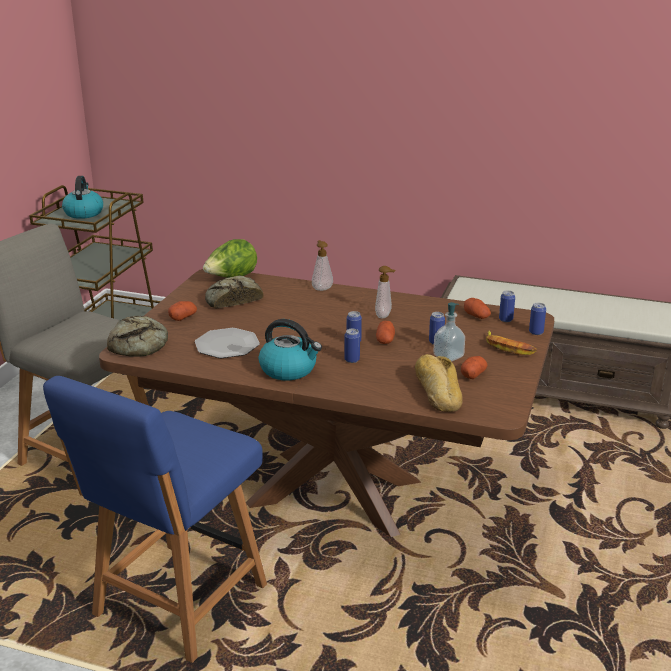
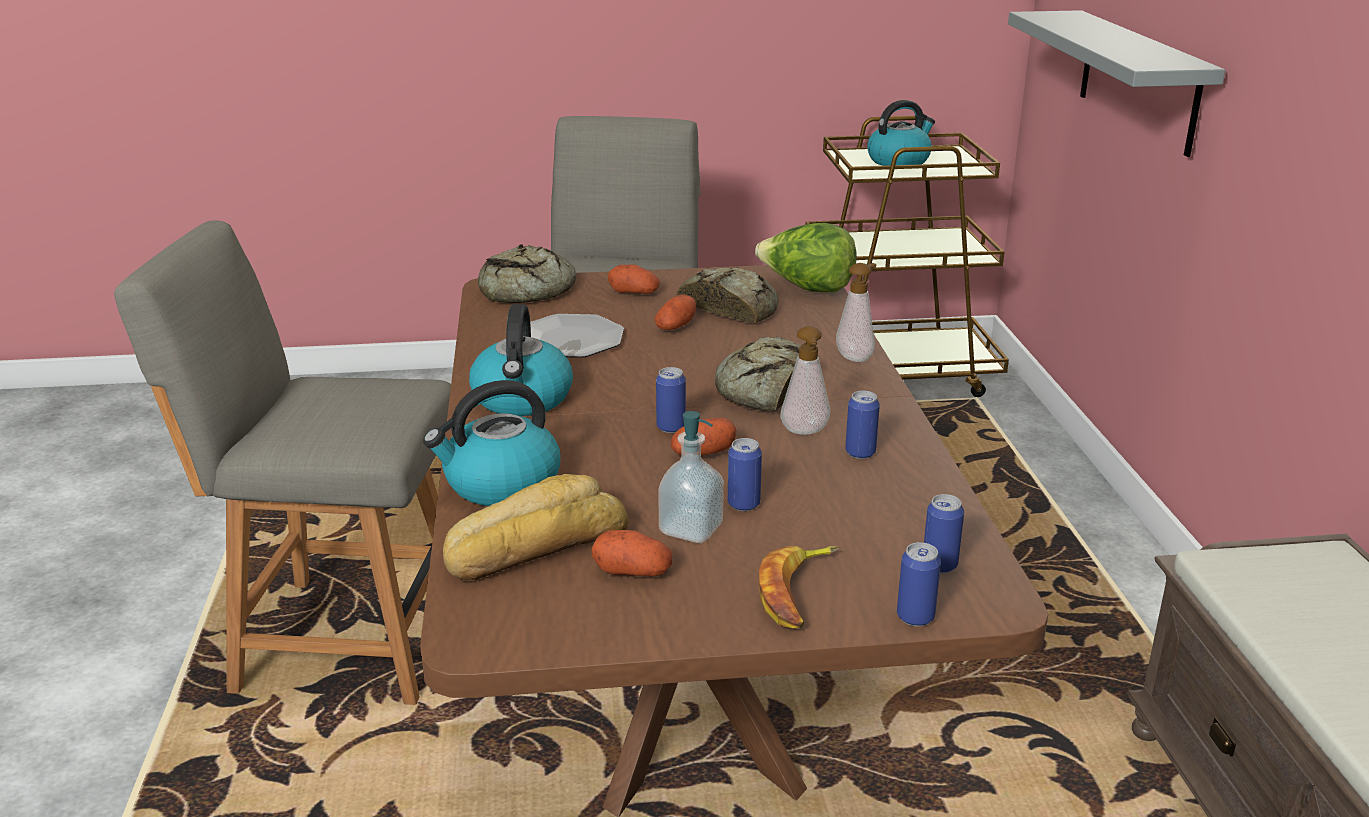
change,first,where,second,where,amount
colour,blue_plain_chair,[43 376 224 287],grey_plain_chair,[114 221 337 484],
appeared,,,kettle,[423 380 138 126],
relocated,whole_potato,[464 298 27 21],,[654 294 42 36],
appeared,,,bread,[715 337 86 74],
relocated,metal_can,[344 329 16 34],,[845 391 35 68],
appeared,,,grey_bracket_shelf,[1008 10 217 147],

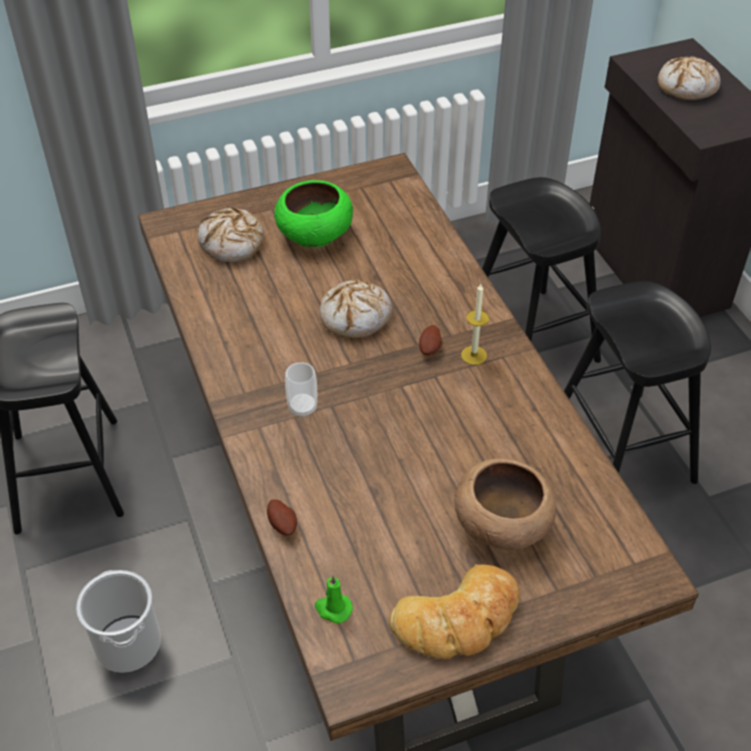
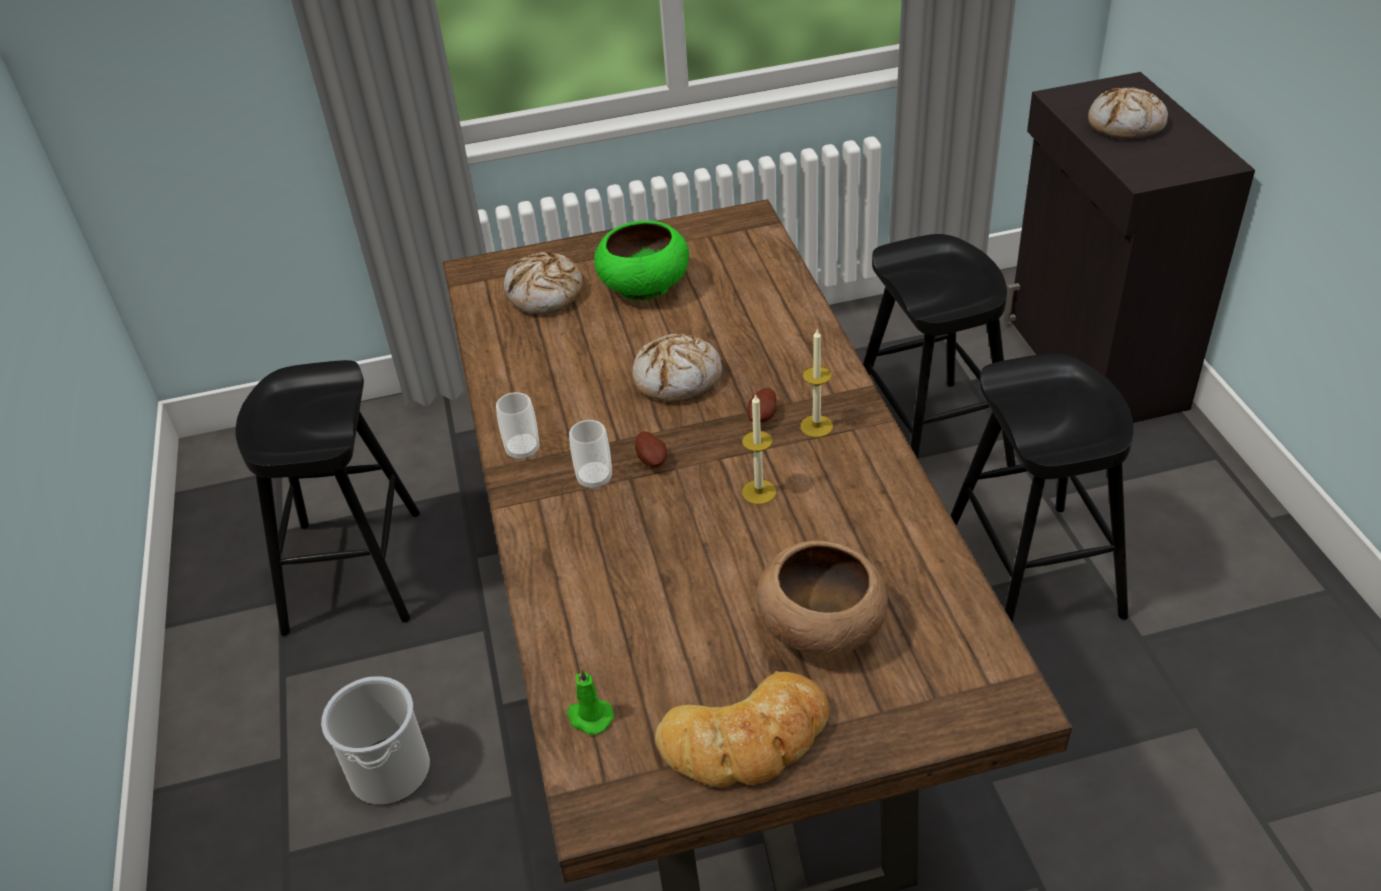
change,first,where,second,where,amount
appeared,,,cup,[496 392 43 69],
relocated,whole_potato,[267 499 30 36],,[635 431 32 37],
appeared,,,candle,[742 393 34 111],

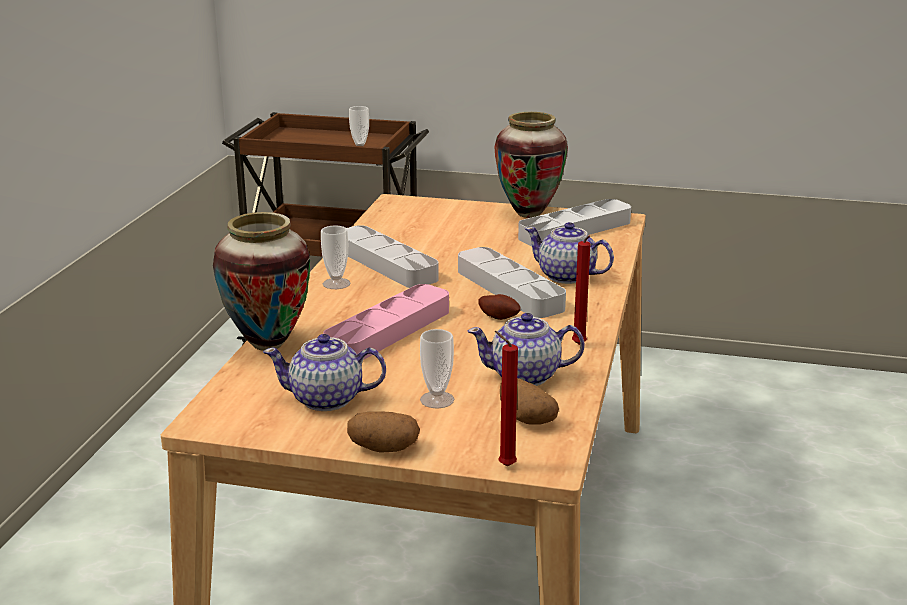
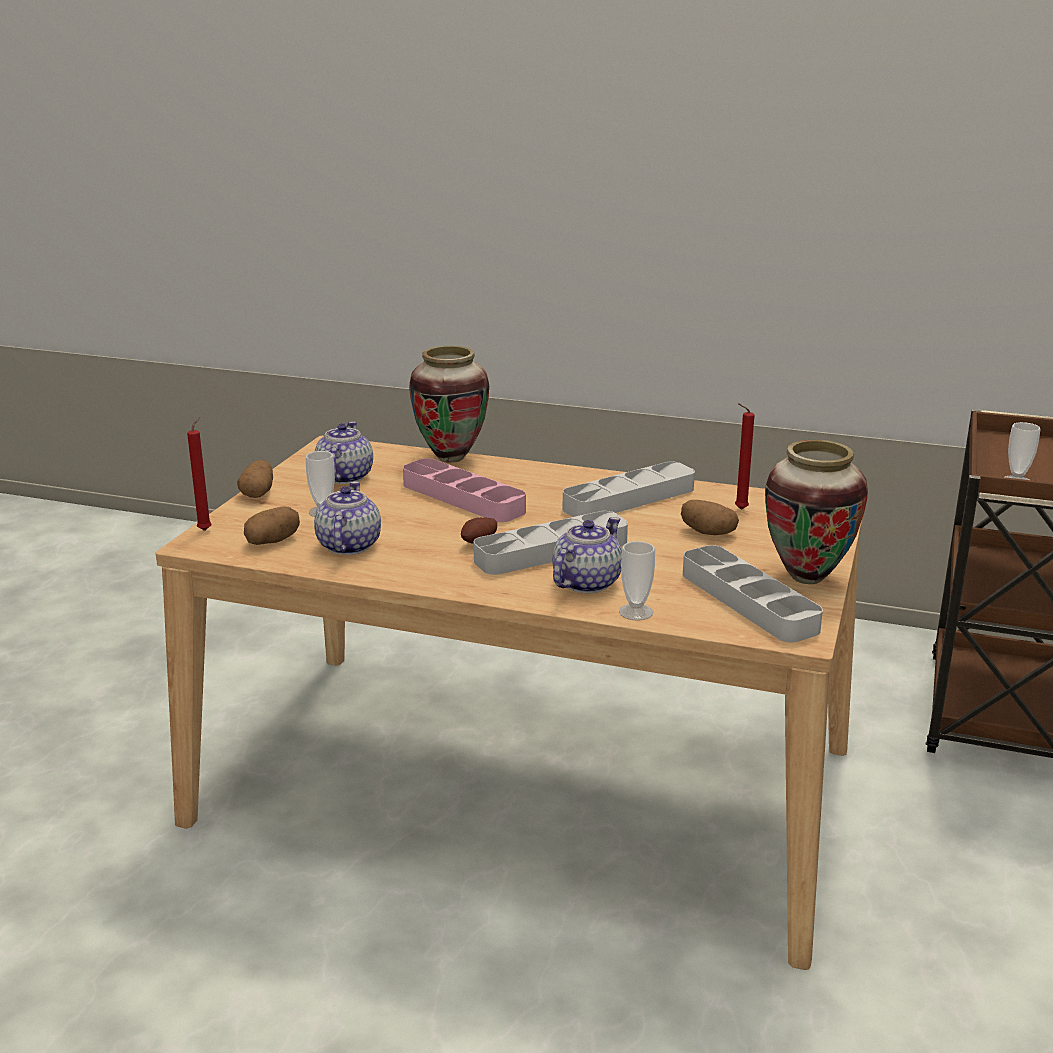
change,first,where,second,where,amount
relocated,cup,[321 226 29 63],,[619 541 36 80],
appeared,,,whole_potato,[681 500 58 35],
relocated,reddish_candle,[572 236 18 109],,[735 403 20 107],

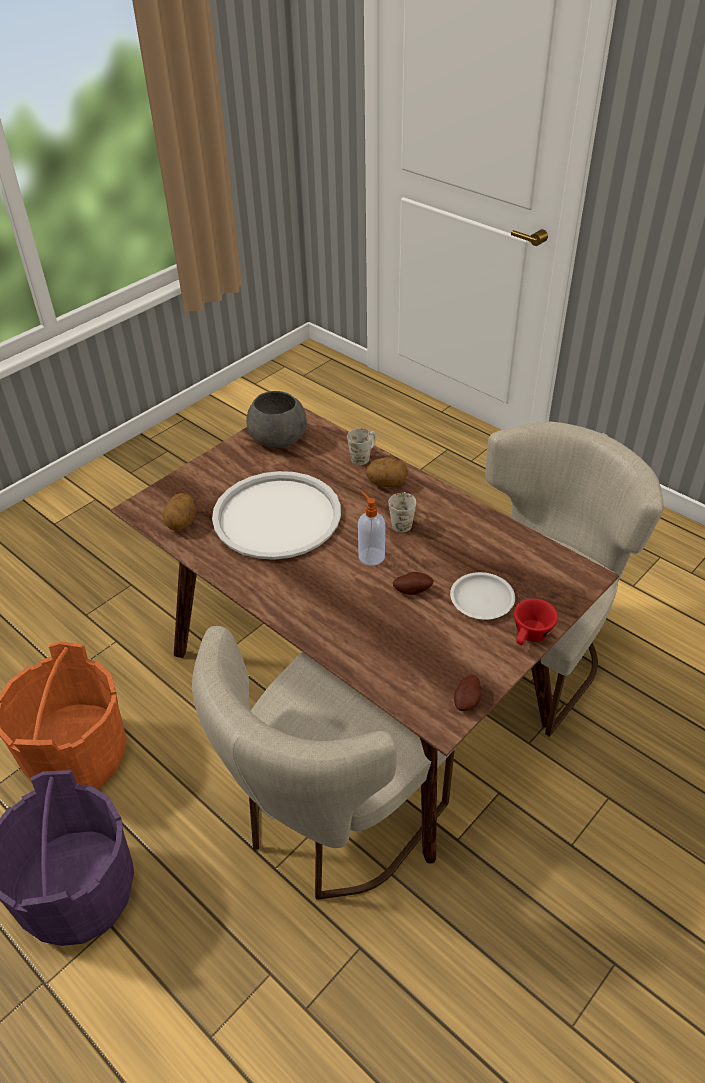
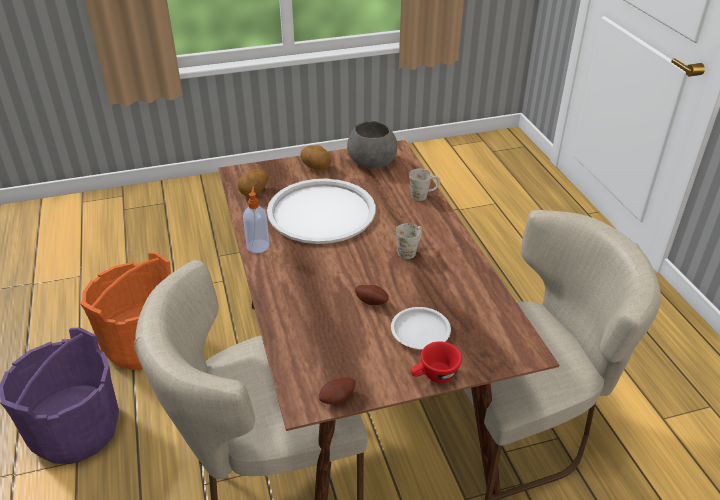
change,first,where,second,where,amount
relocated,soap_dispenser,[358 492 27 74],,[243 186 27 67],
relocated,whole_potato,[366 457 42 30],,[300 145 32 25],

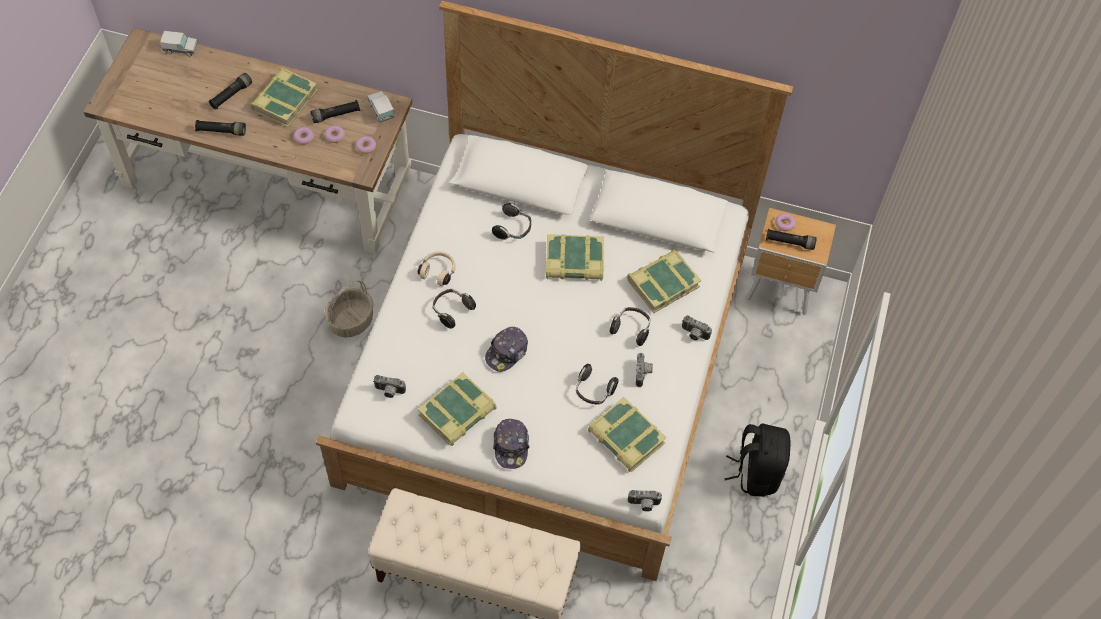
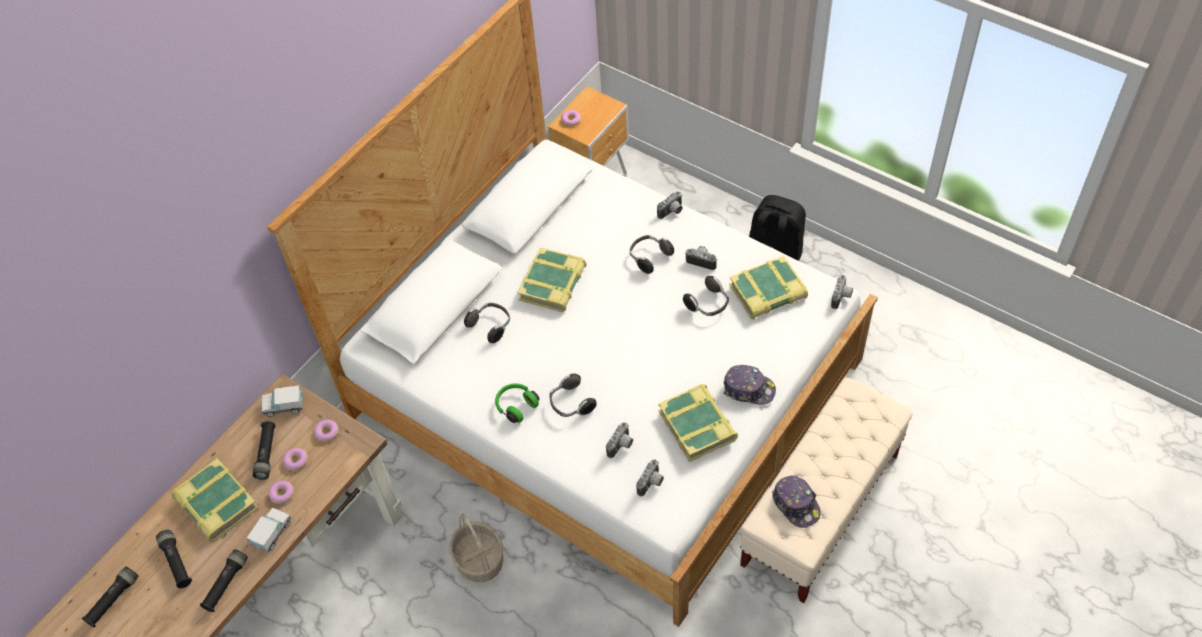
change,first,where,second,where,amount
relocated,black_hand_torch,[766 229 51 21],,[82 566 56 62],
relocated,model_truck,[160 31 37 25],,[246 507 45 46],
colour,sand-coloured_headset,[418 251 38 35],green-coloured_headset,[495 384 44 39],
appeared,,,still_camera,[606 422 27 36],
relocated,baseball_cap,[485 327 43 45],,[772 475 49 53],
missing,book,[627 249 74 64],,,

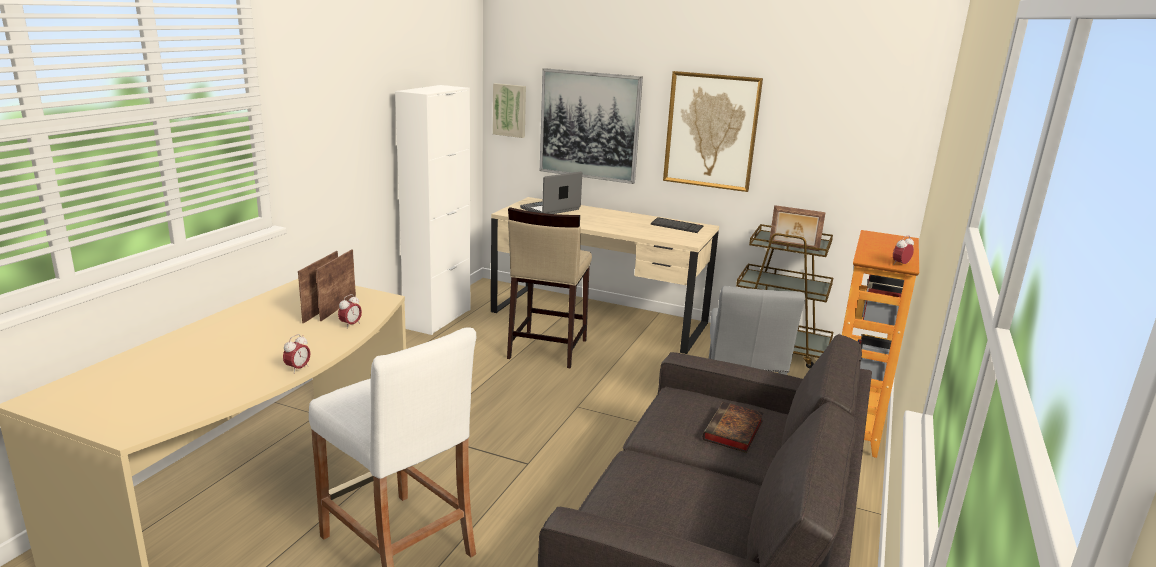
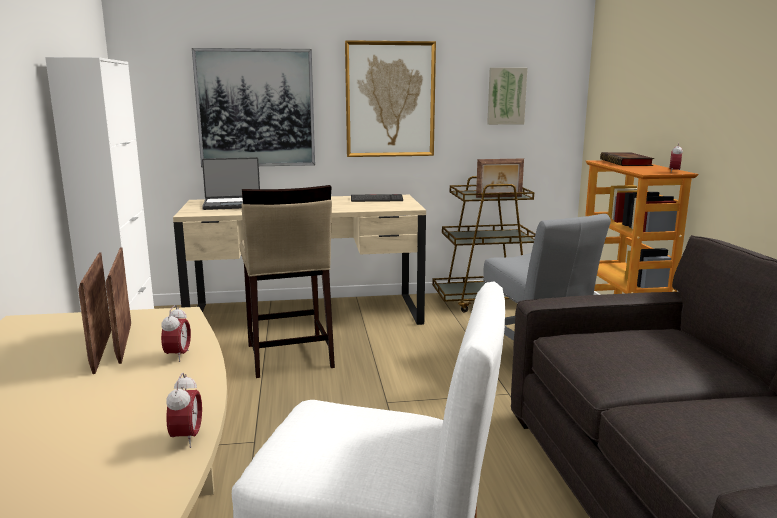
change,first,where,second,where,amount
spun,notebook_computer,[520 172 62 42],,[202 157 58 53],120 degrees counterclockwise
relocated,wall_picture,[493 83 33 55],,[487 68 40 57],
relocated,book,[703 402 61 51],,[600 152 54 14],

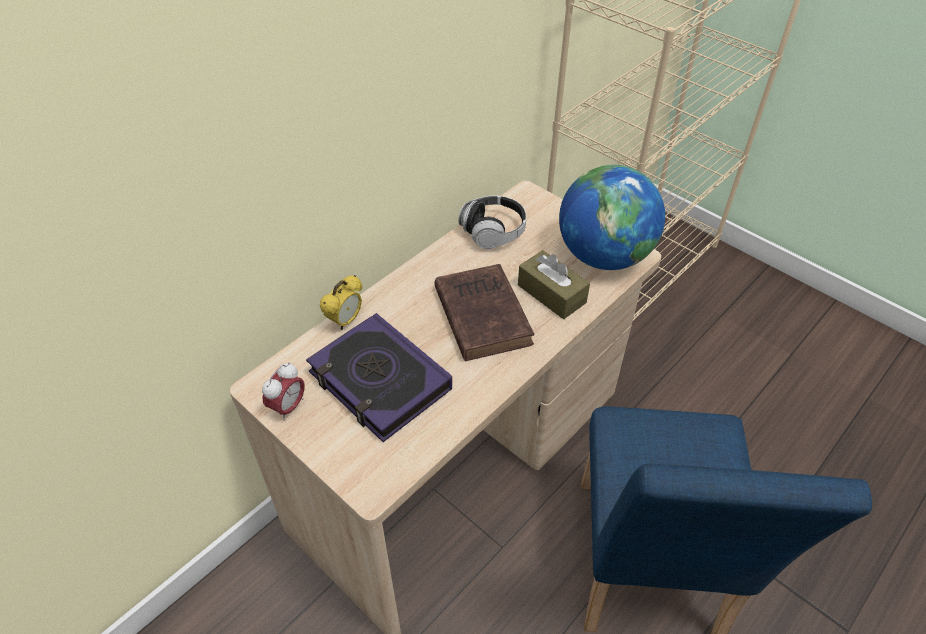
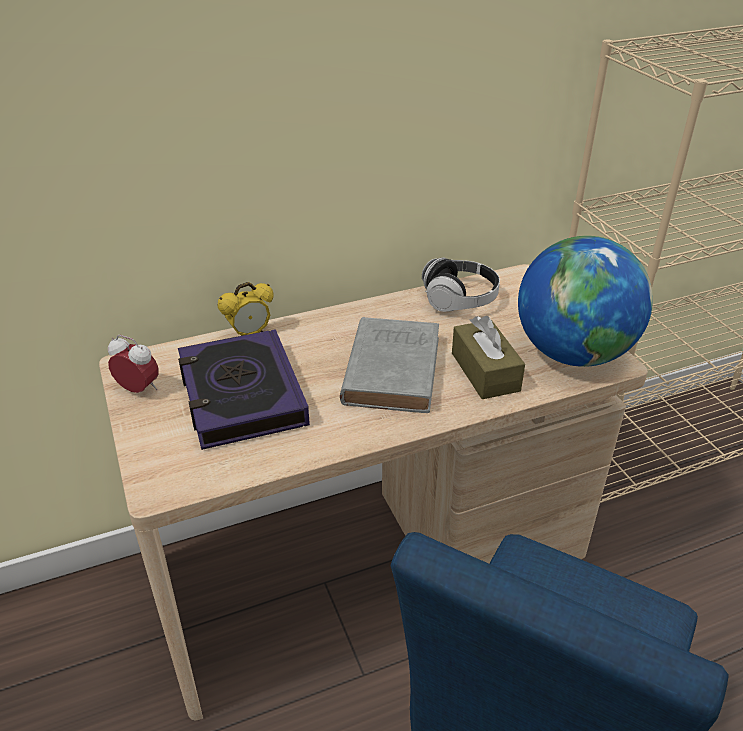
change,first,where,second,where,amount
spun,bedside_clock,[262 362 43 59],,[108 335 51 58],120 degrees counterclockwise
colour,brown_book,[434 264 101 97],grey_book,[340 317 99 96],

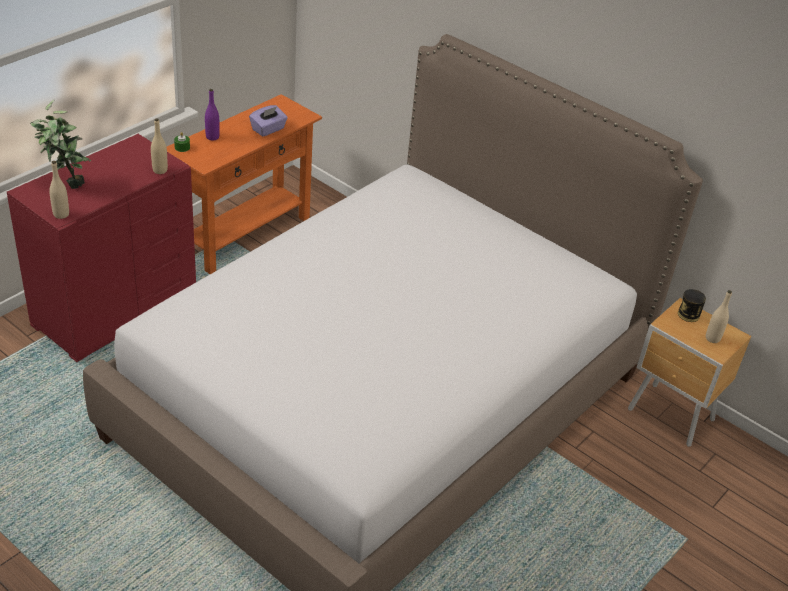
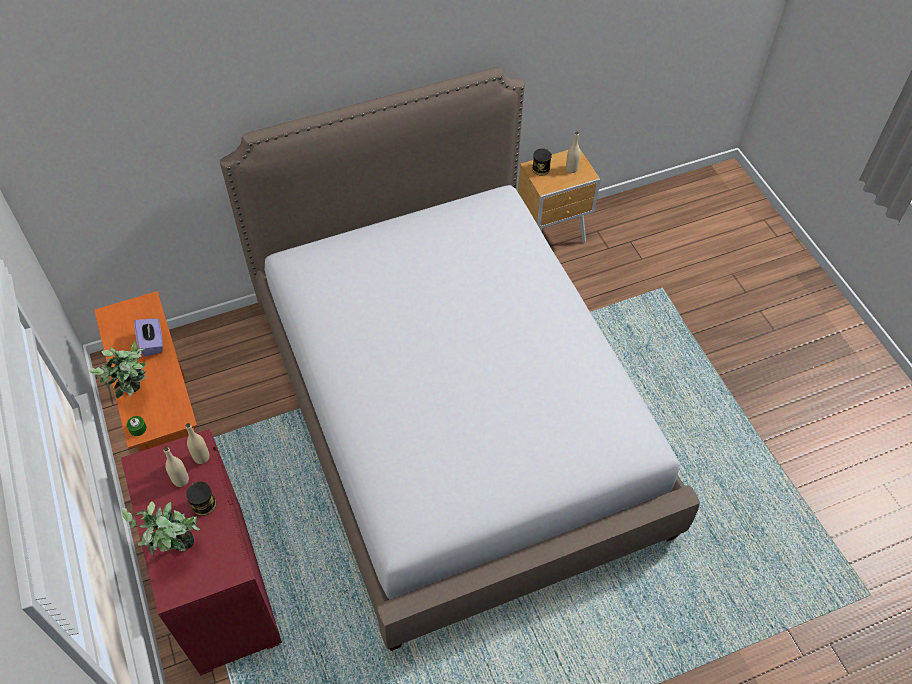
change,first,where,second,where,amount
exchanged,purple_bottle,[205 89 15 51],potted_plant,[88 341 58 57],
relocated,sand-coloured_bottle,[49 161 20 58],,[164 447 25 40],
appeared,,,metal_can,[186 482 30 34],

